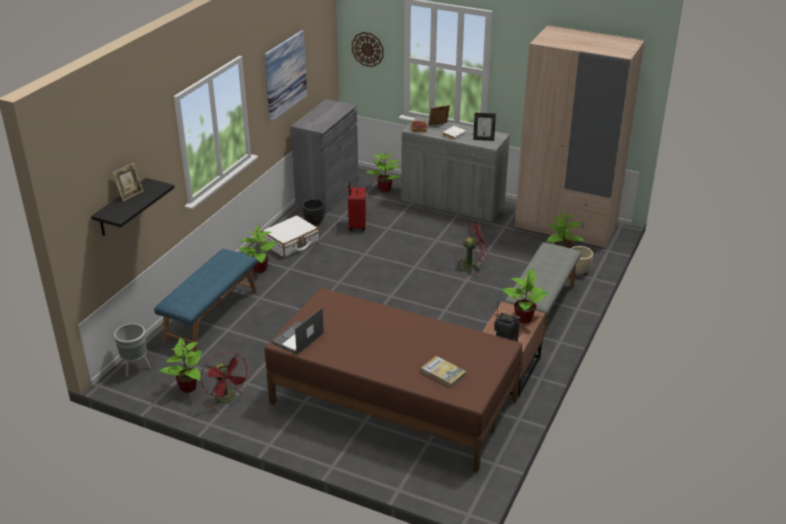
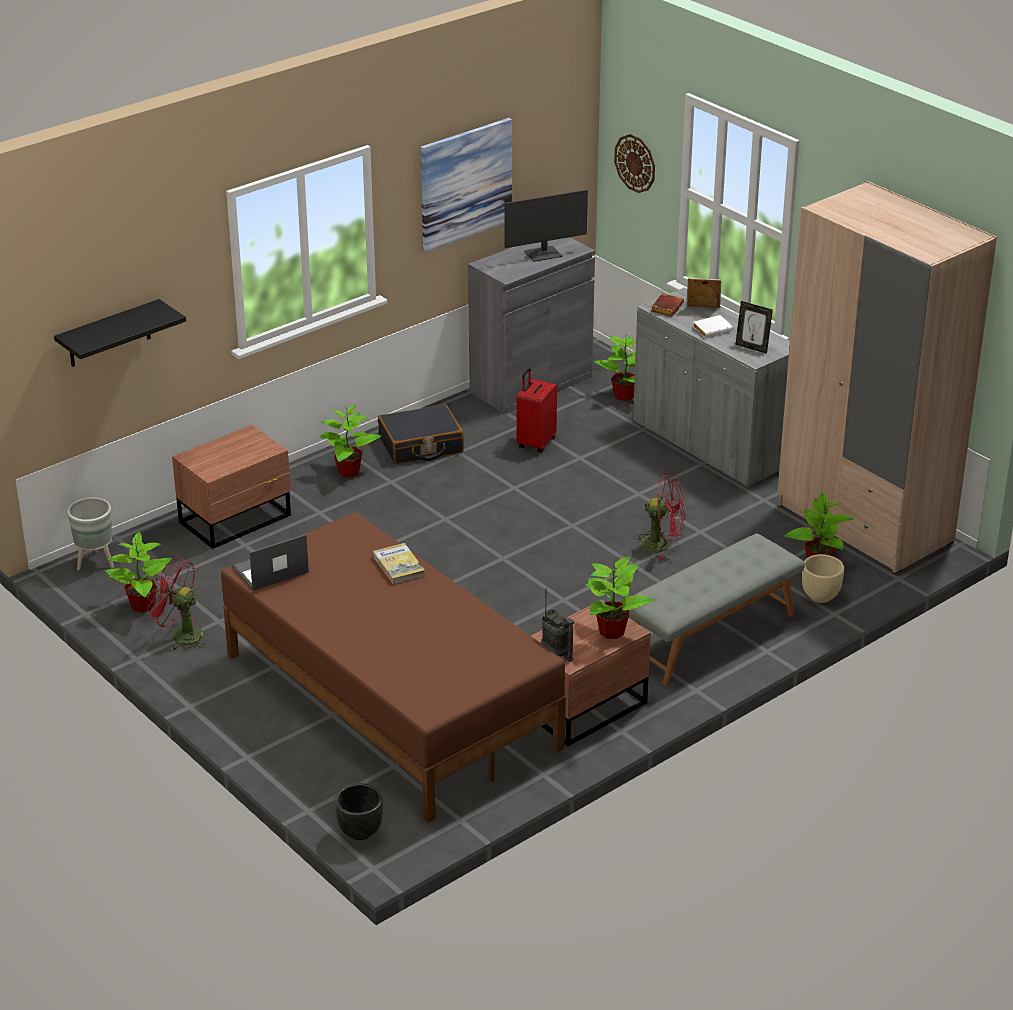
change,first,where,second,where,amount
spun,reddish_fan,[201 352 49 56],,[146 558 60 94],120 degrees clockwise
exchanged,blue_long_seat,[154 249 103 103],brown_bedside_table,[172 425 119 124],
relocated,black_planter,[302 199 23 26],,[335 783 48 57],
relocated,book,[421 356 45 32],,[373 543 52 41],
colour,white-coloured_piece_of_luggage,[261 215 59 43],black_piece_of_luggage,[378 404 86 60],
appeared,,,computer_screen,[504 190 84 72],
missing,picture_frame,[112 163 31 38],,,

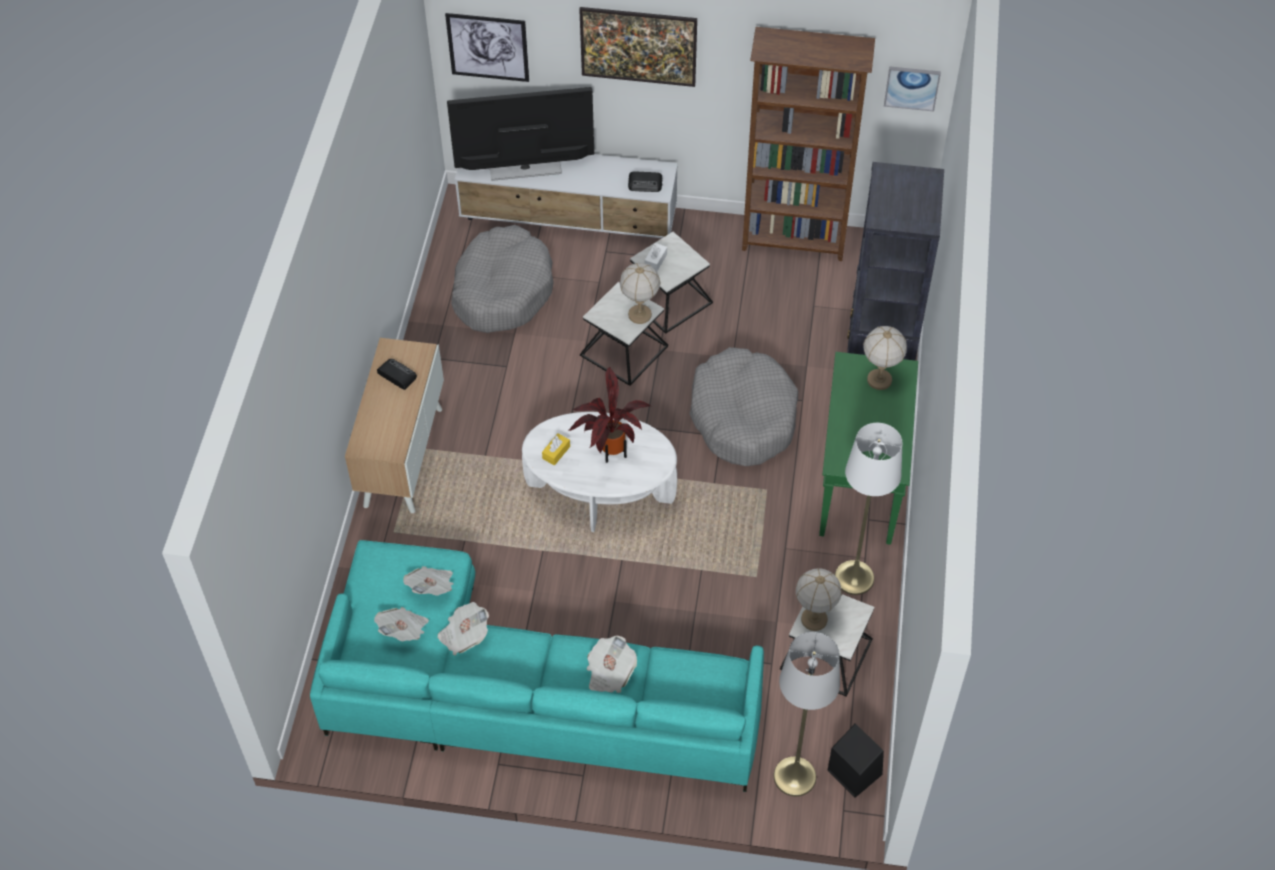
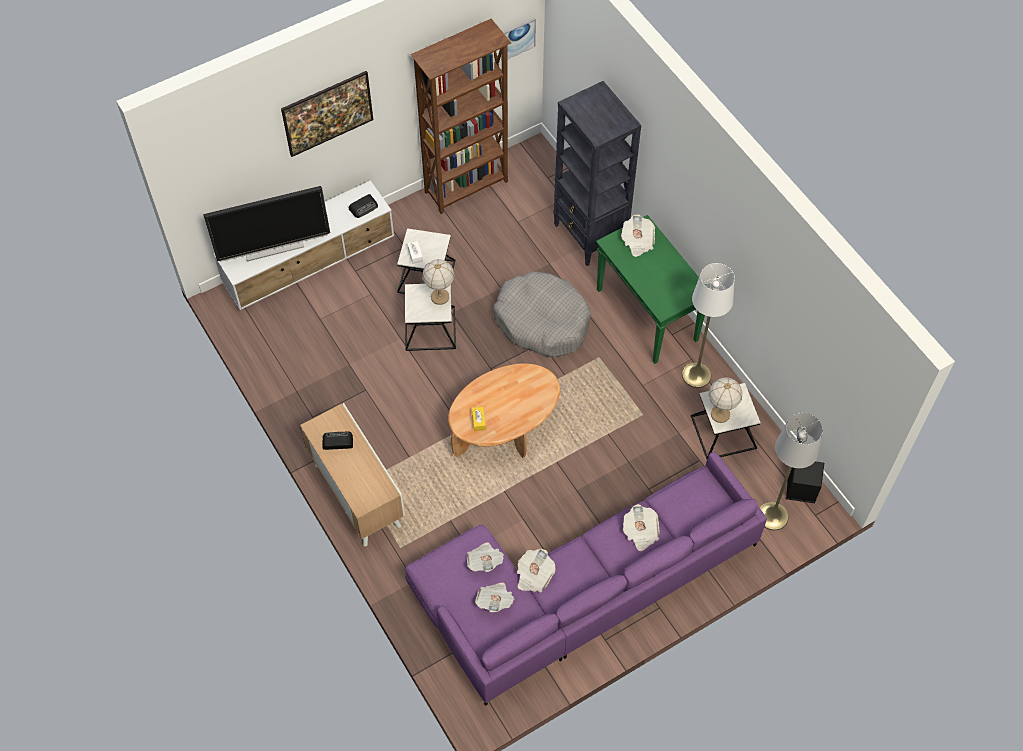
change,first,where,second,where,amount
spun,television,[447 87 147 94],,[203 186 127 76],150 degrees counterclockwise
colour,turquoise_sofa,[310 540 454 252],purple_sofa,[405 452 362 254],
colour,white-coloured_low_table,[522 412 155 120],brown_low_table,[448 364 112 94],
exchanged,table_lamp,[863 326 44 64],daily_paper,[621 214 34 43],
missing,wall_picture,[445 13 84 69],,,
missing,grey_pet_bed,[451 225 103 108],,,
missing,potted_plant,[569 367 83 96],,,

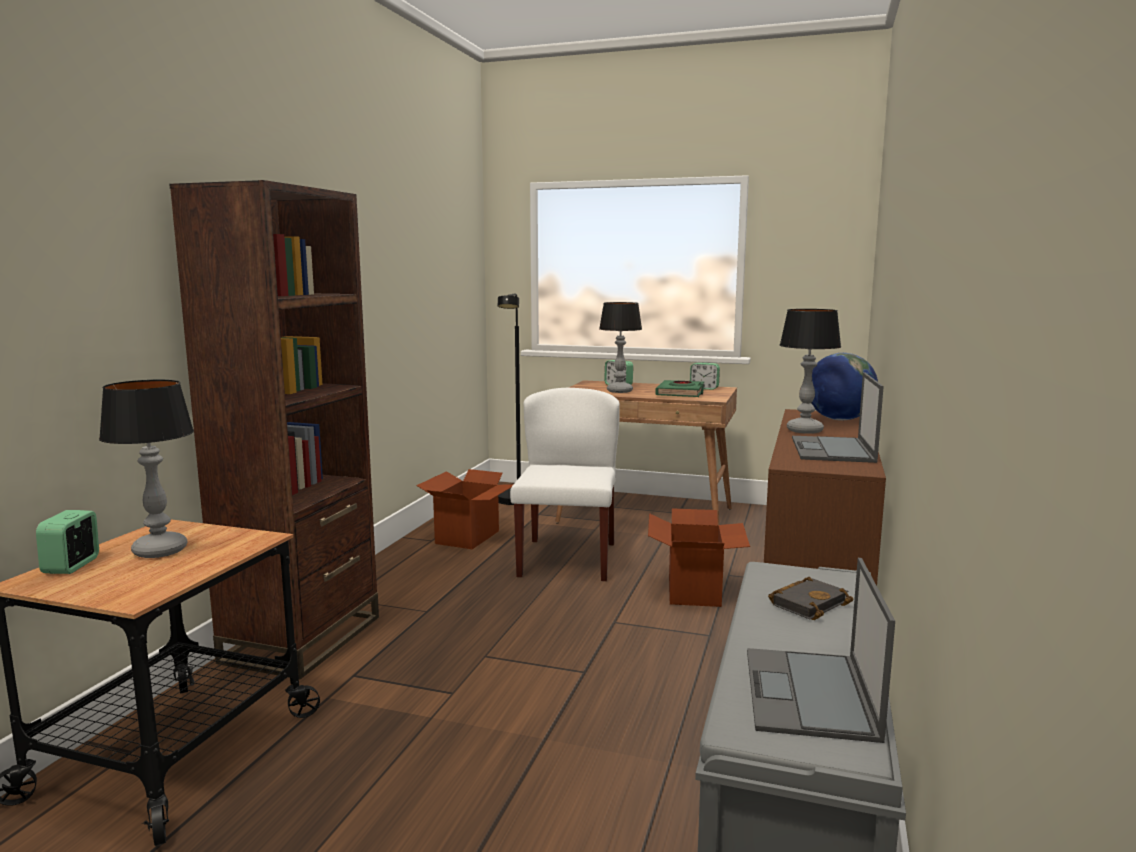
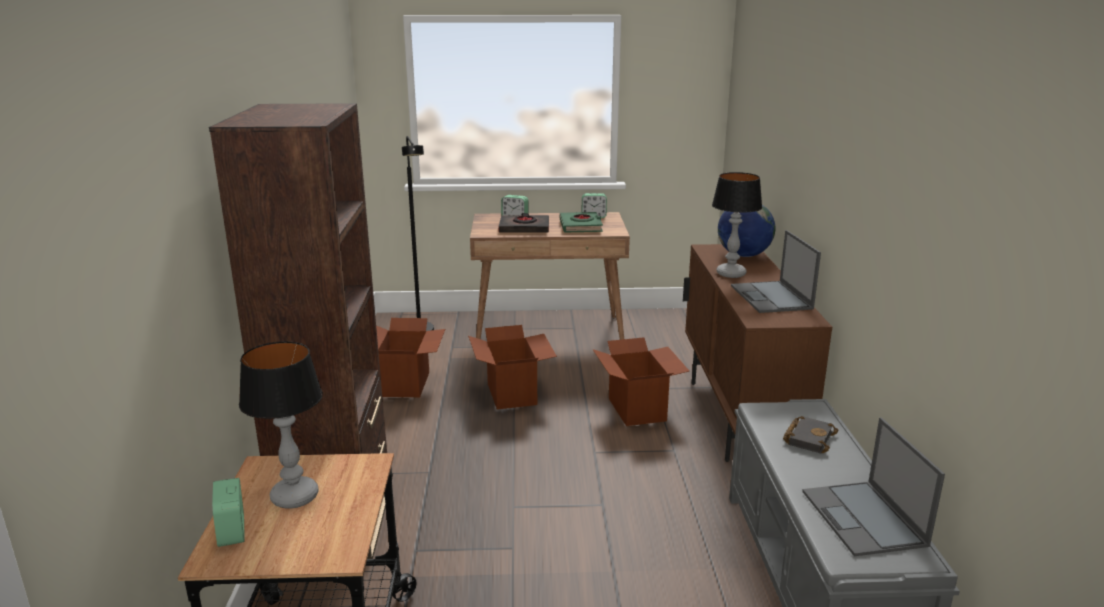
change,first,where,second,where,amount
exchanged,white-coloured_plain_chair,[510 388 110 193],packing_box,[468 325 89 85],
exchanged,table_lamp,[599 302 43 91],black_book,[499 213 50 19],

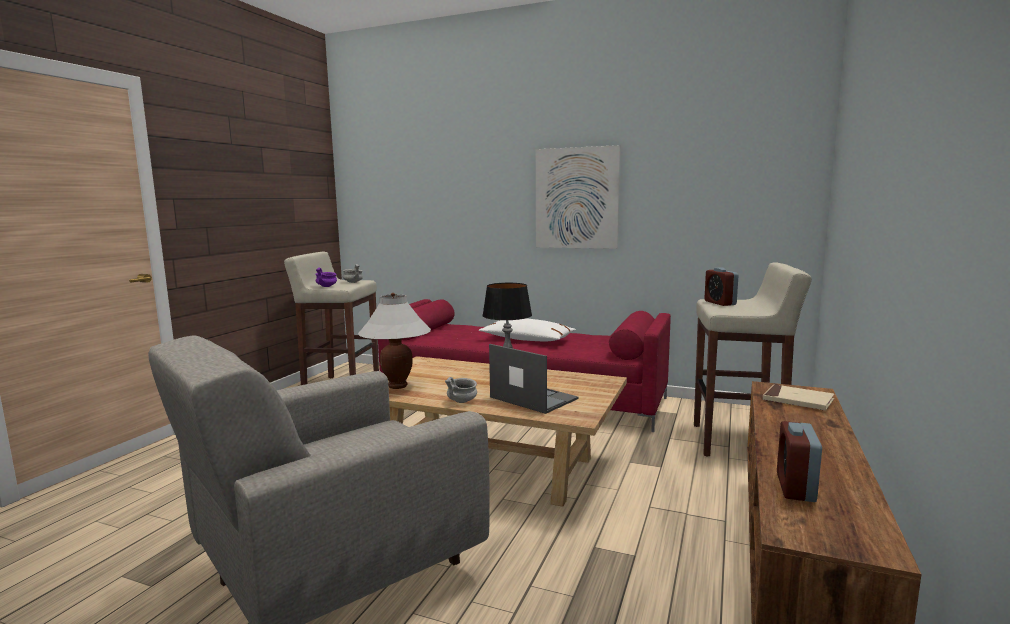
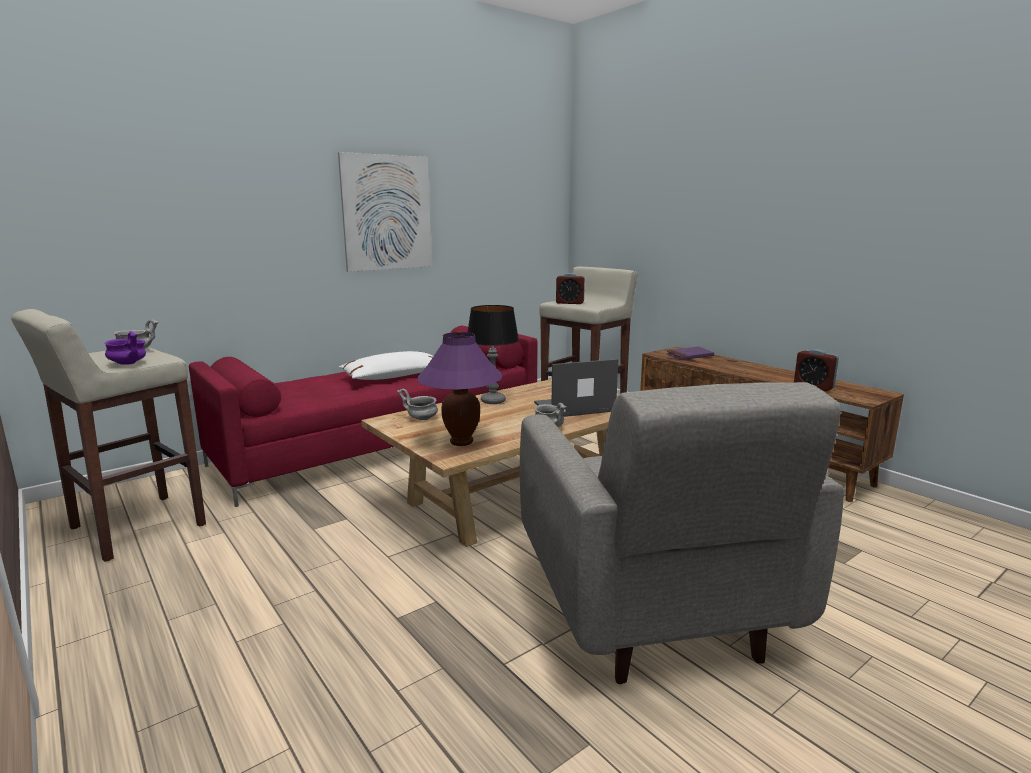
change,first,where,second,where,amount
appeared,,,grey_bowl,[397 389 41 31],
colour,white-coloured_table_lamp,[358 293 73 96],purple_table_lamp,[417 331 85 115],
colour,sand-coloured_book,[763 384 71 26],purple_book,[666 346 48 14],

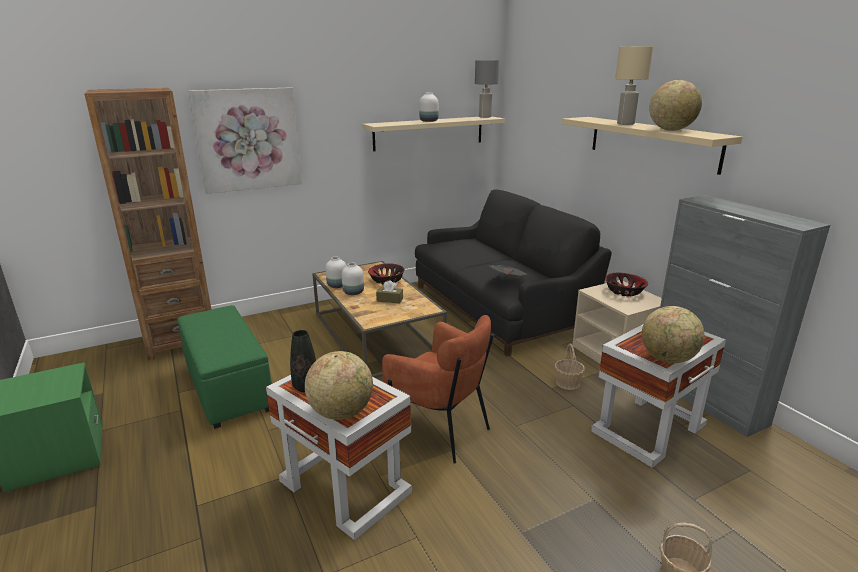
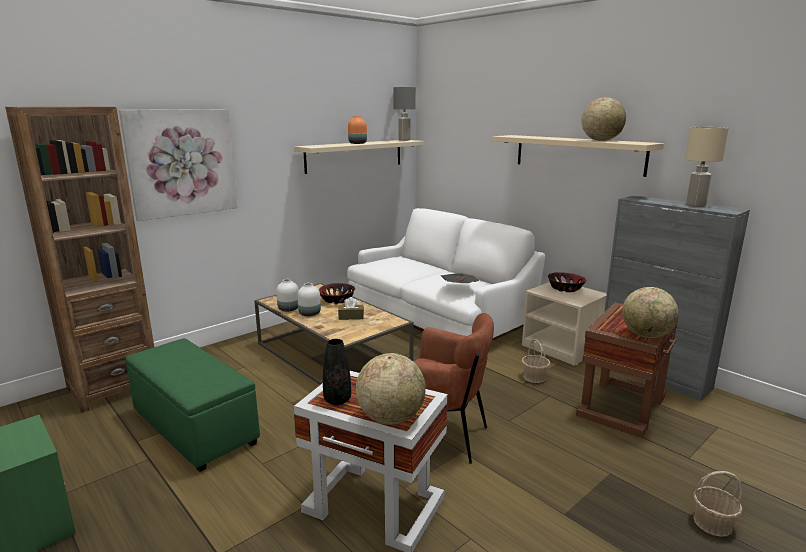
change,first,where,second,where,amount
colour,black_sofa,[415 189 197 168],white-coloured_sofa,[347 208 198 133],
colour,white-coloured_decorative_vase,[419 92 20 30],orangey_decorative_vase,[348 116 19 28],
colour,white-coloured_end_table,[591 324 135 144],brown_end_table,[576 303 103 135],
relocated,sand-coloured_table_lamp,[615 46 38 79],,[685 127 44 80],

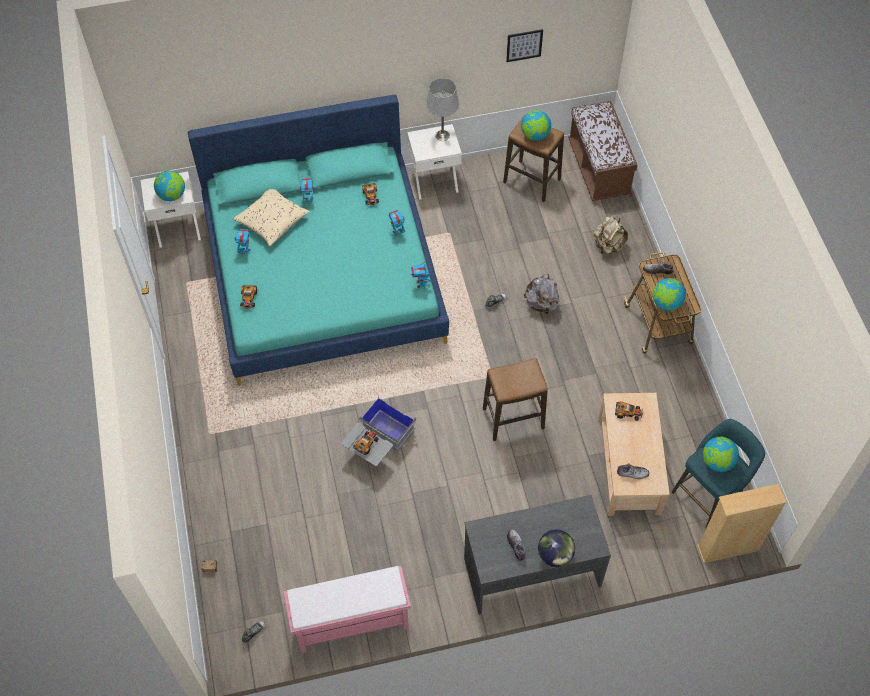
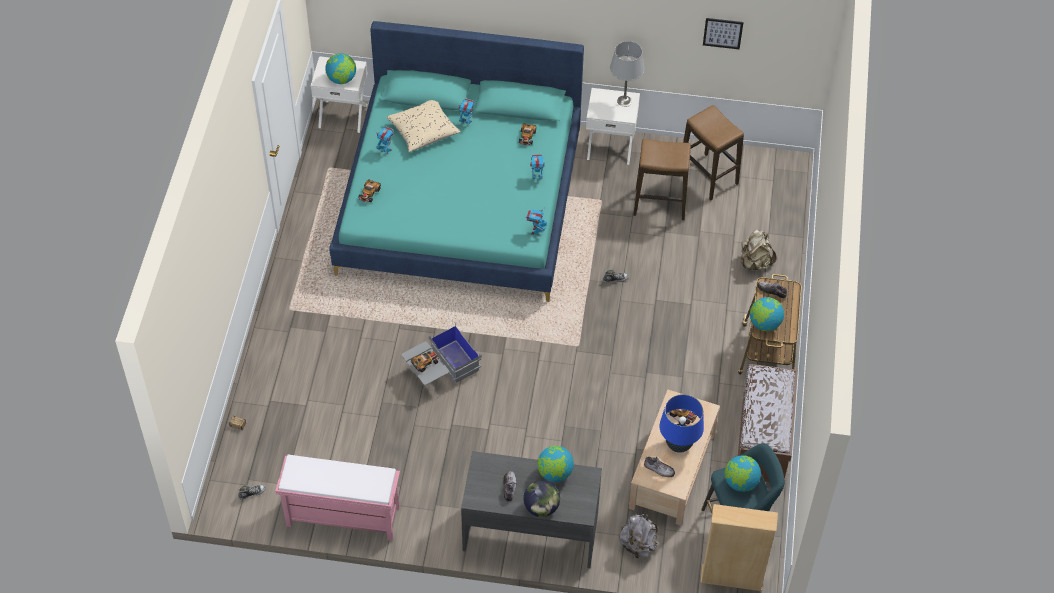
change,first,where,second,where,amount
relocated,globe,[521 110 30 31],,[537 446 37 36],
relocated,grey_knapsack,[524 274 36 42],,[619 514 39 45],
relocated,sitting_stool,[483 358 65 83],,[633 139 58 81],
appeared,,,blue_table_lamp,[659 394 45 59],
relocated,brown_long_seat,[568 101 69 100],,[738 364 60 118],

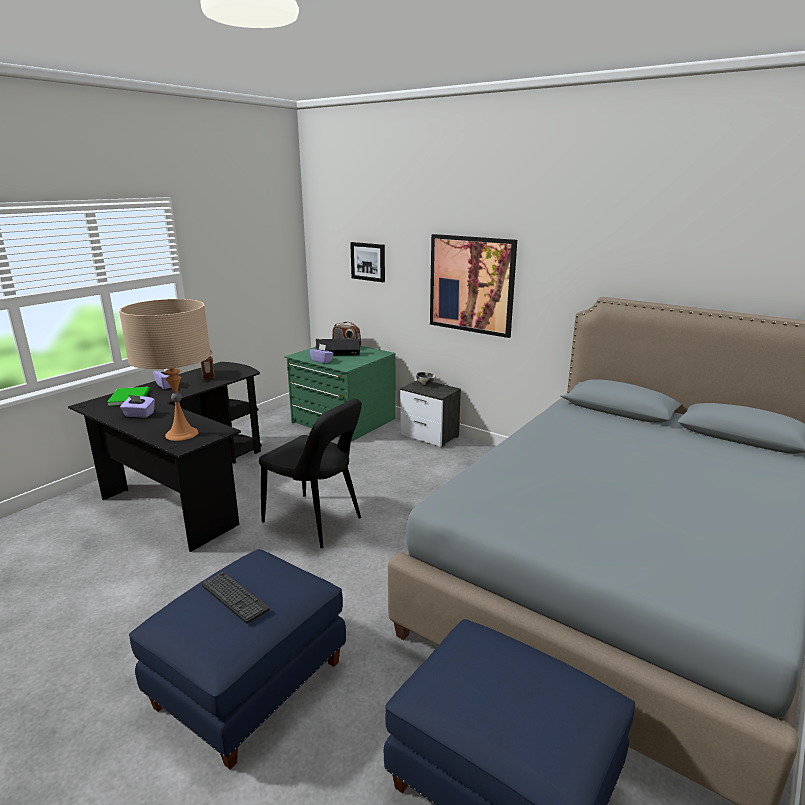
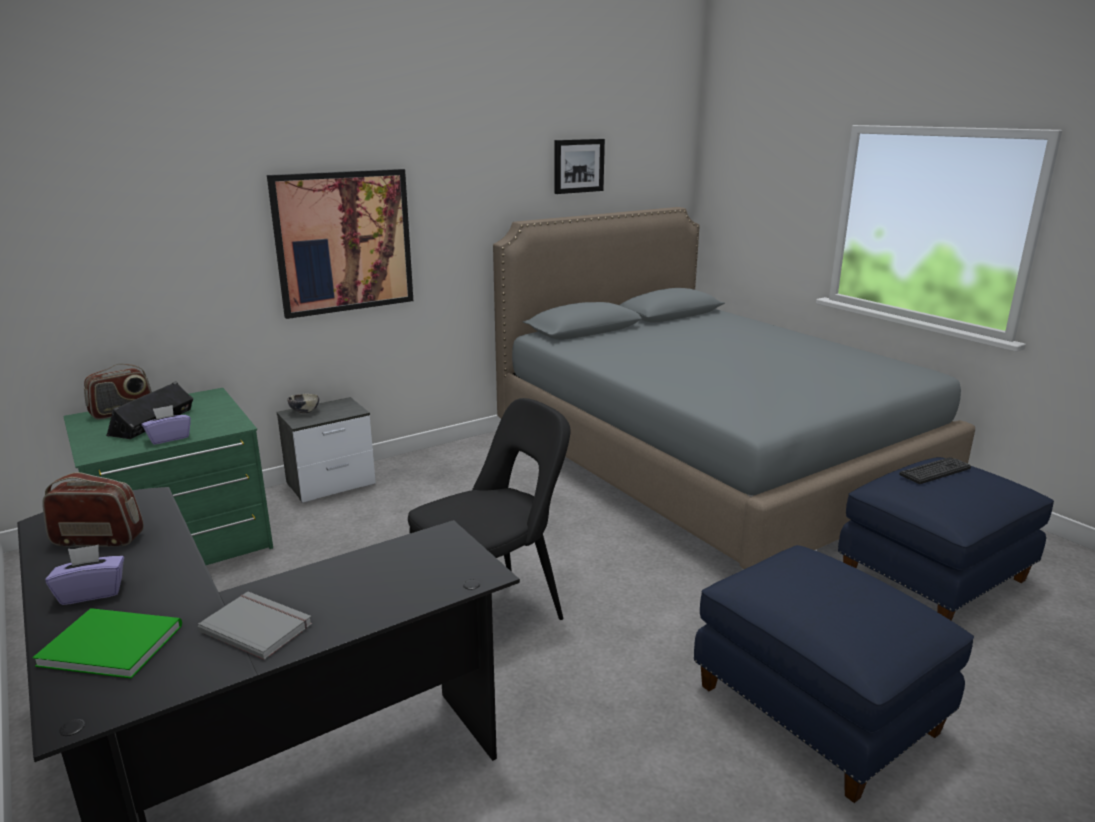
change,first,where,second,where,amount
exchanged,purple_tissue_holder,[120 395 35 23],grey_book,[198 592 114 68],
relocated,wall_picture,[350 242 35 40],,[554 139 51 55],
relocated,PC_keyboard,[202 572 67 52],,[899 457 72 27],
missing,sand-coloured_table_lamp,[119 299 92 142],,,

